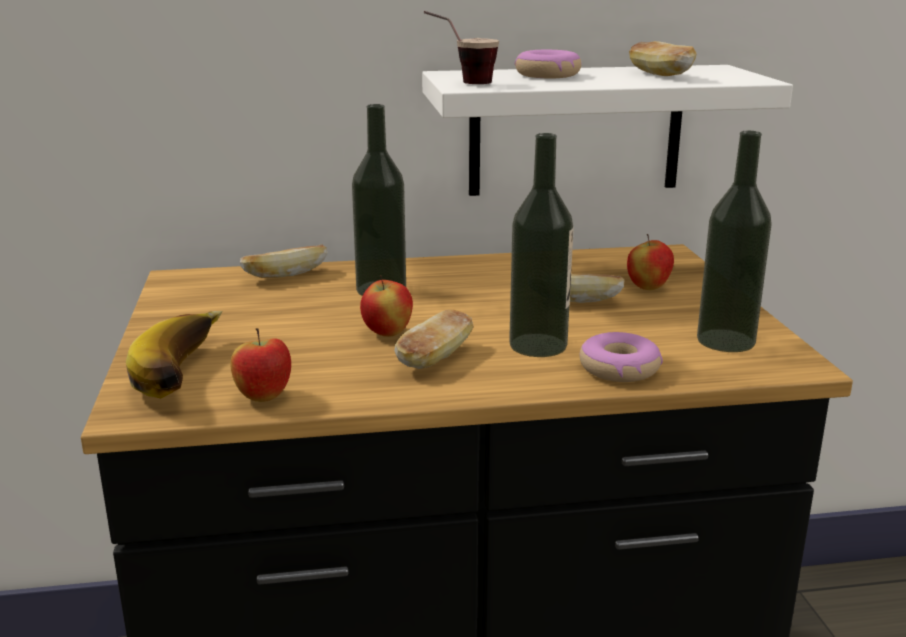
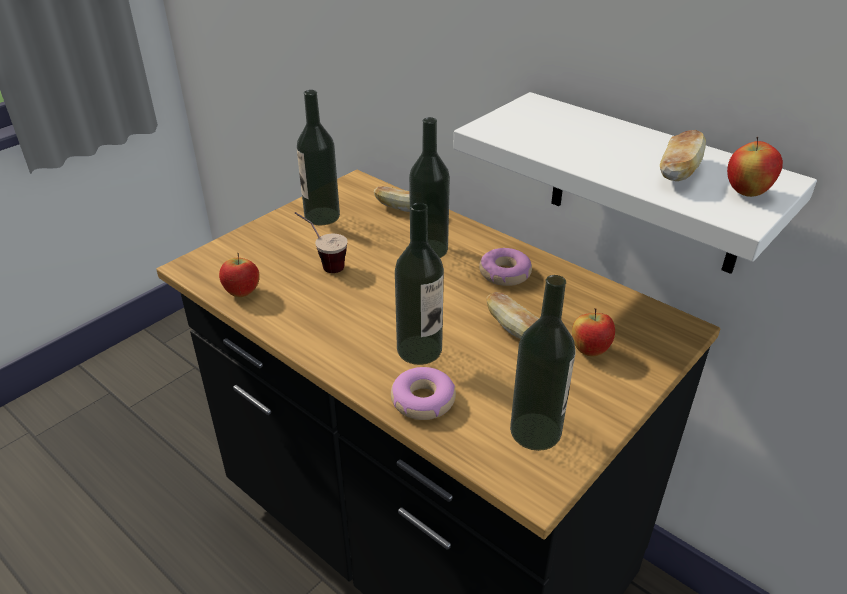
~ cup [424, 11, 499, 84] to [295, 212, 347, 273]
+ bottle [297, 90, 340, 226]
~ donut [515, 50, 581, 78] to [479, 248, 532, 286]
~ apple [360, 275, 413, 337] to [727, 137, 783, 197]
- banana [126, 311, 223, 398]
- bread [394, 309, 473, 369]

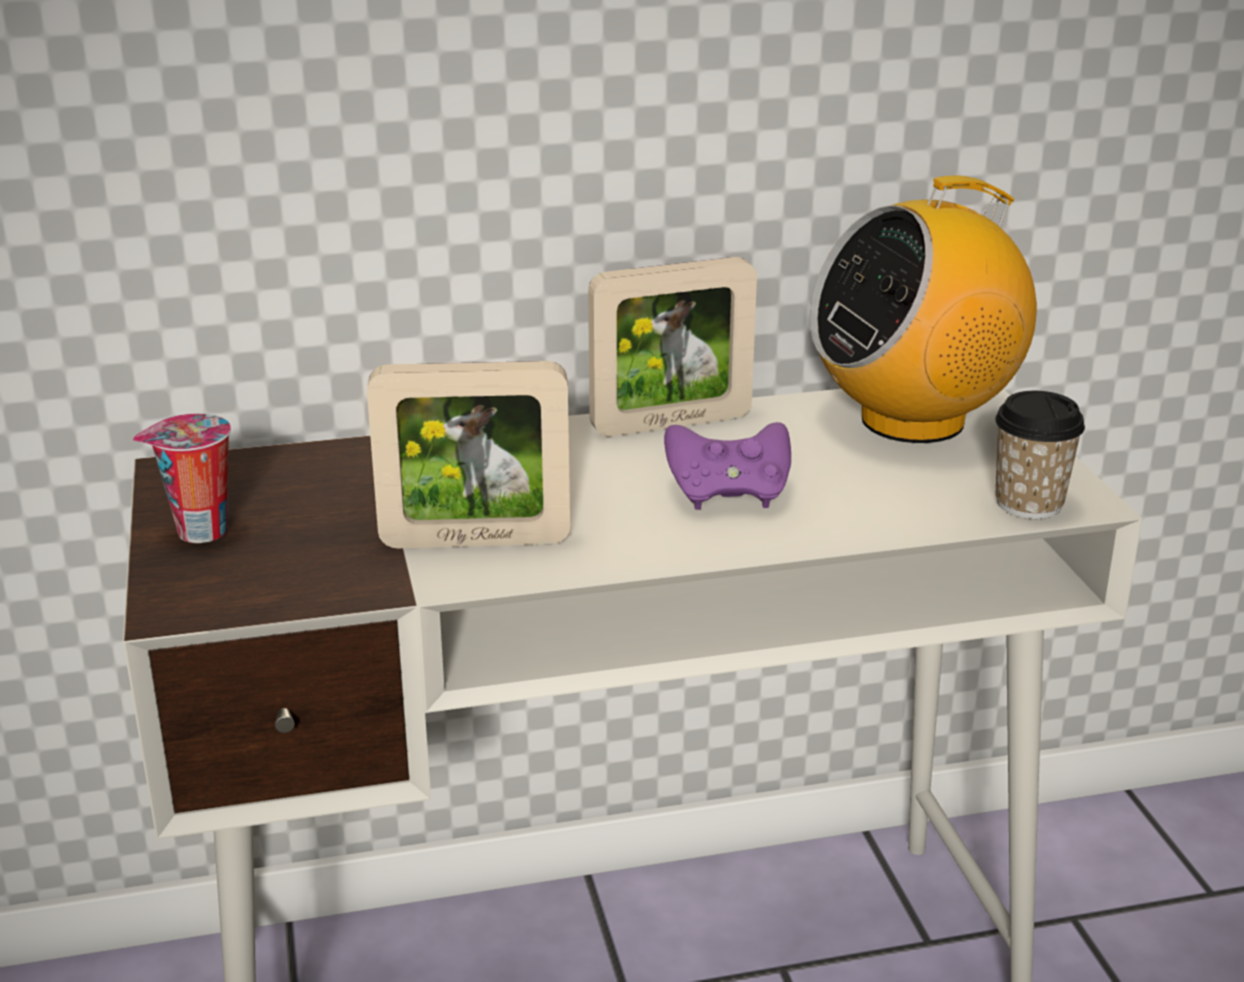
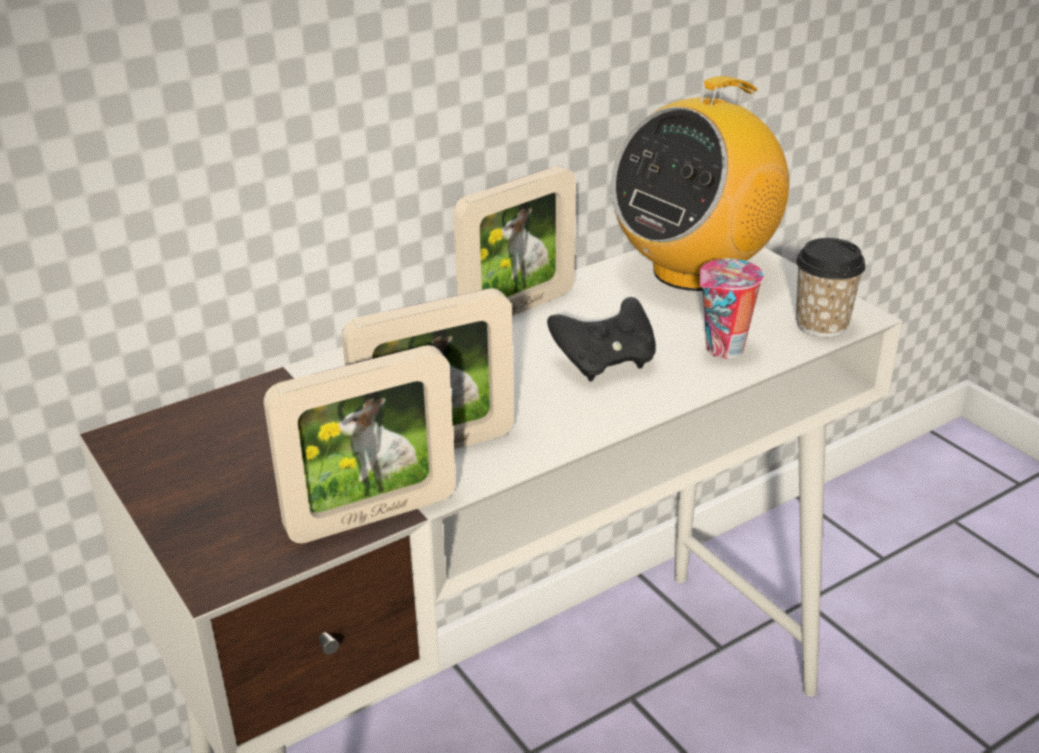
+ picture frame [264, 345, 456, 543]
~ purple game controller [664, 422, 791, 510] to black game controller [547, 297, 656, 382]
~ cup [133, 414, 231, 543] to [700, 259, 764, 359]

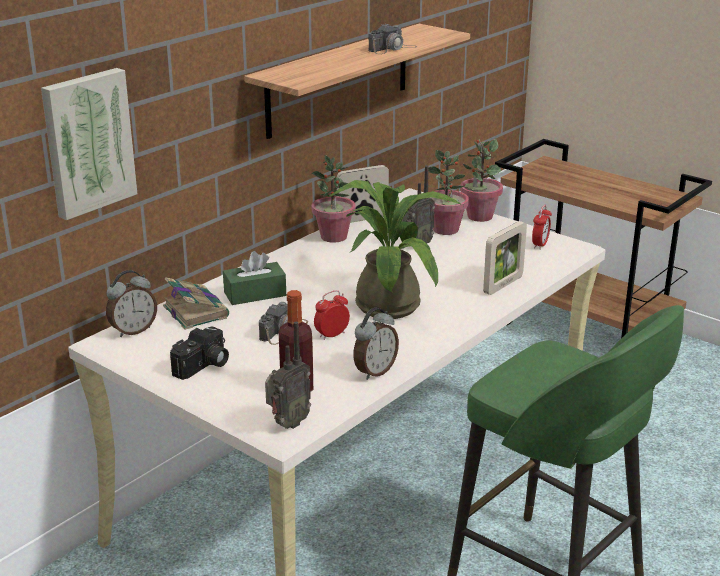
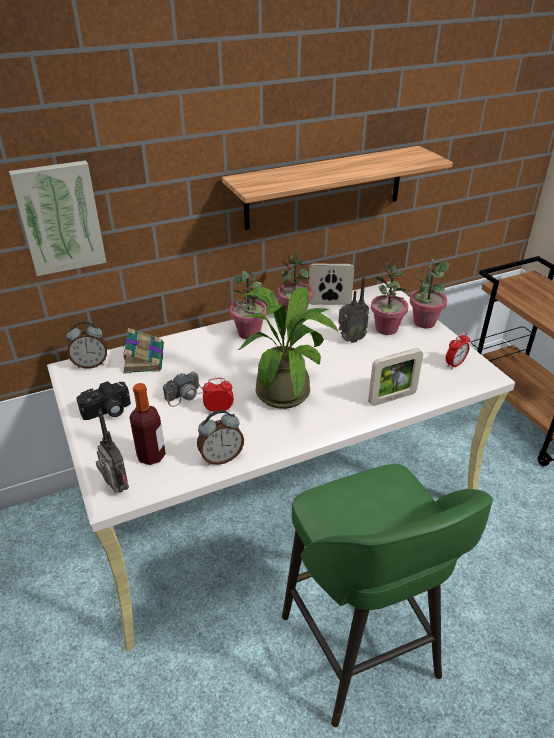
~ radio [265, 322, 311, 429] = [96, 411, 129, 493] 105 degrees counterclockwise
+ potted plant [230, 270, 267, 339]
- green tissue box [223, 251, 286, 305]
- photo camera [368, 24, 417, 54]

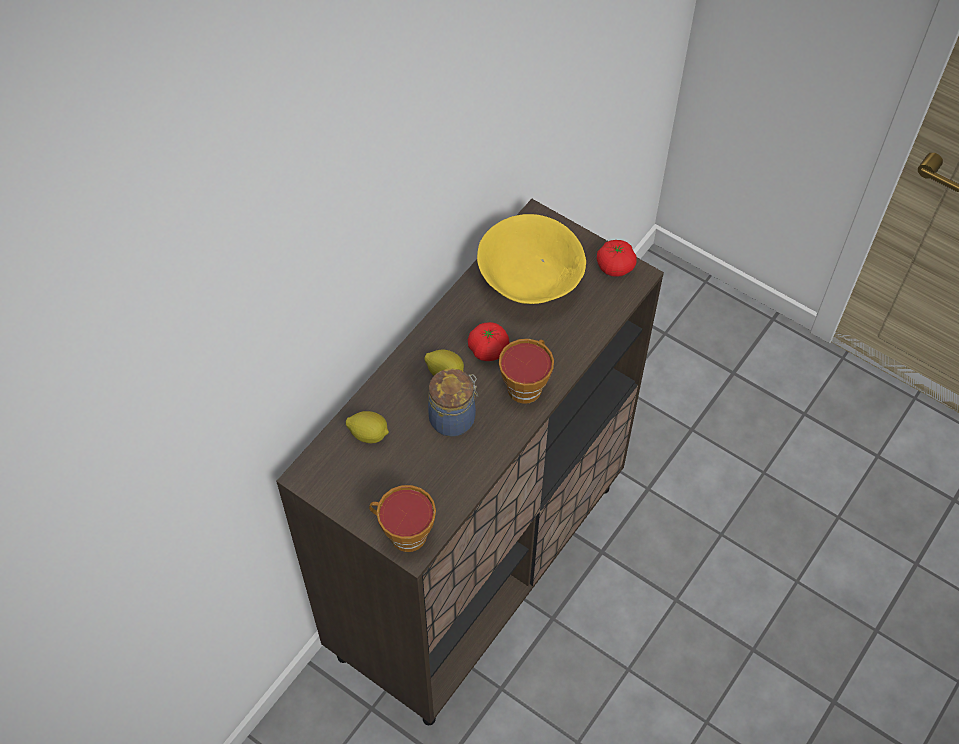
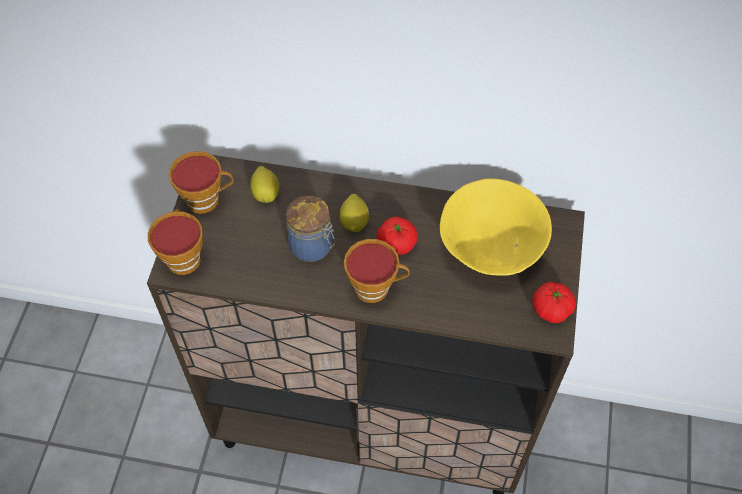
+ cup [169, 151, 234, 214]

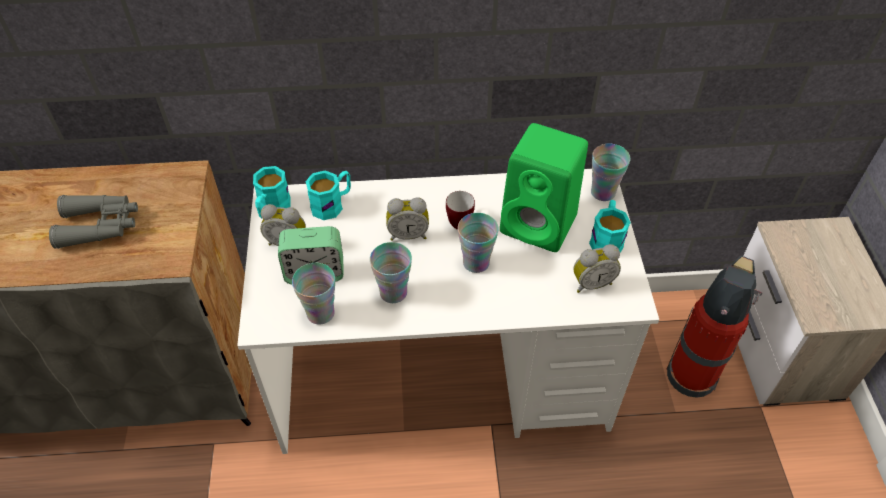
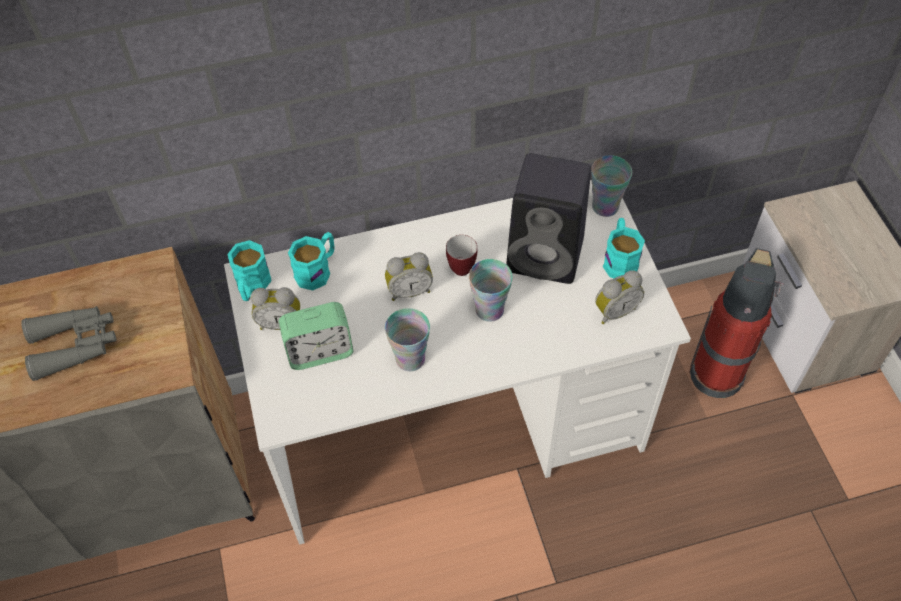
~ green speaker [500, 123, 588, 252] to black speaker [506, 153, 591, 284]
- cup [292, 263, 335, 324]

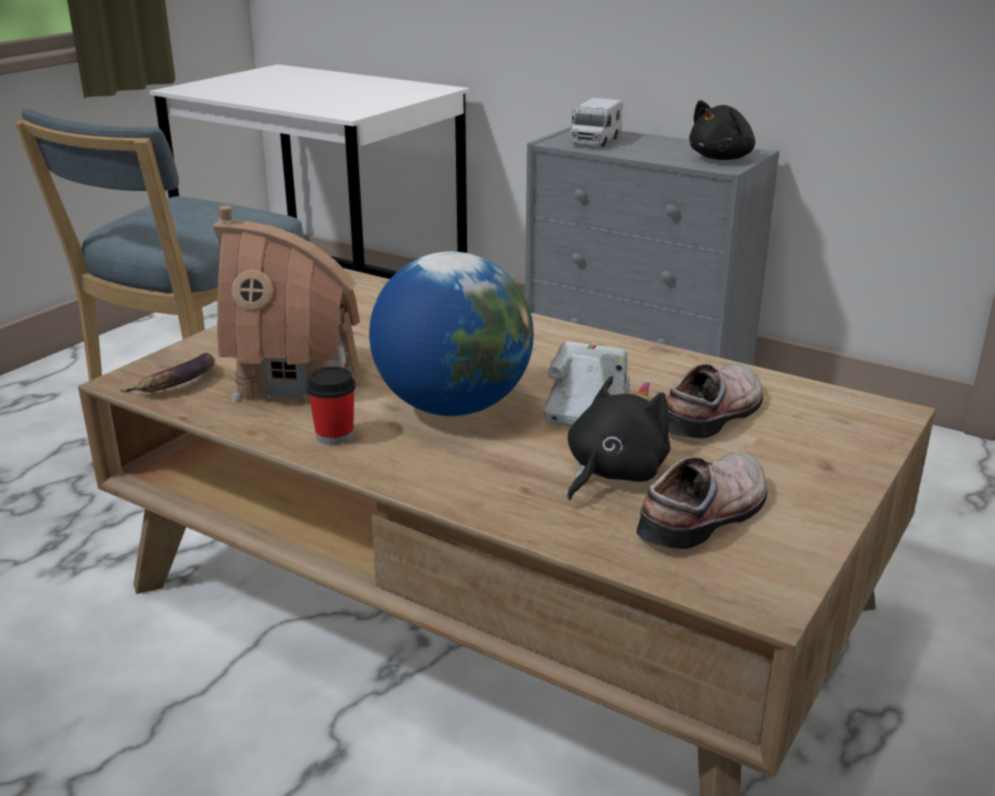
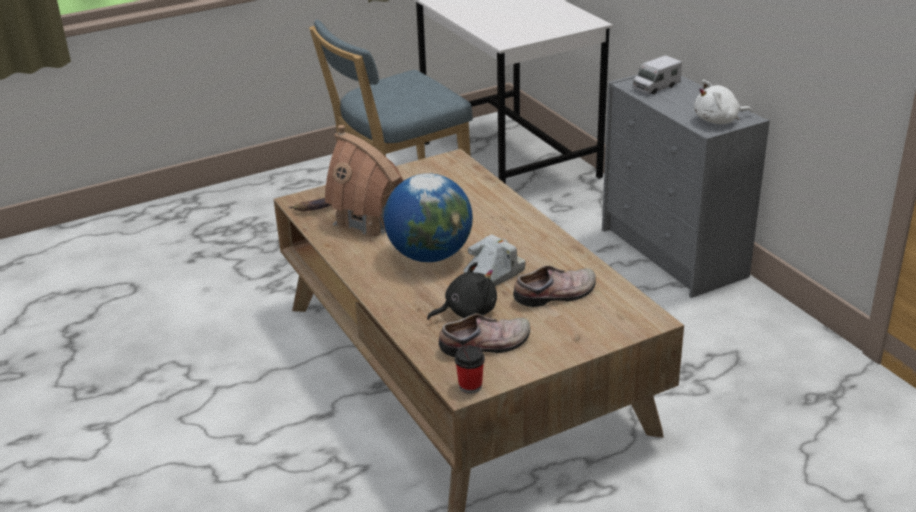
~ cup [306, 367, 356, 445] to [455, 345, 485, 394]
~ black plush toy [689, 100, 755, 160] to white plush toy [694, 80, 753, 124]

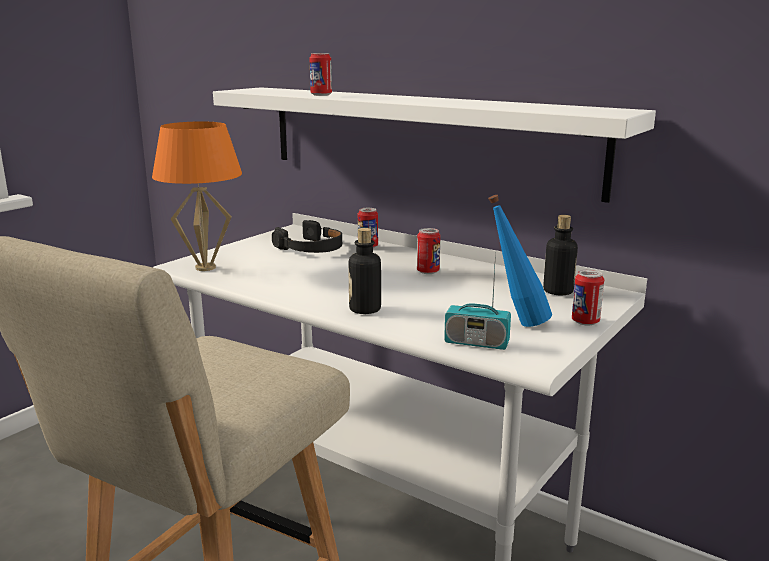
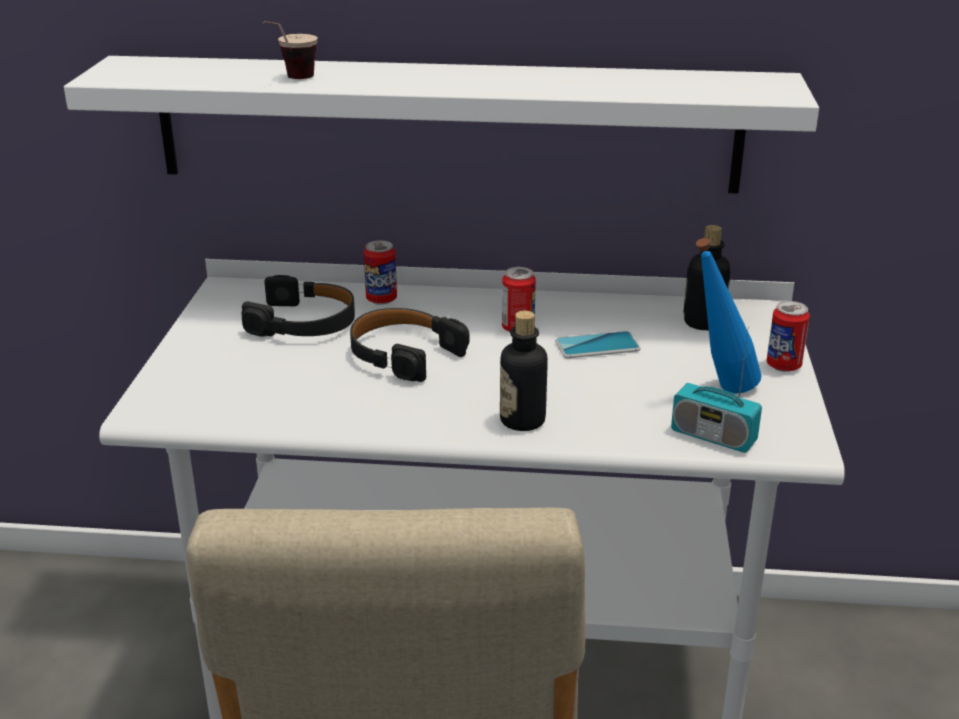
~ can [309, 53, 332, 96] to cup [263, 21, 318, 79]
+ black headphones [350, 308, 470, 382]
+ phone [555, 331, 641, 358]
~ radio [444, 252, 511, 350] = [671, 331, 762, 453] 45 degrees clockwise
- orange table lamp [152, 121, 242, 271]

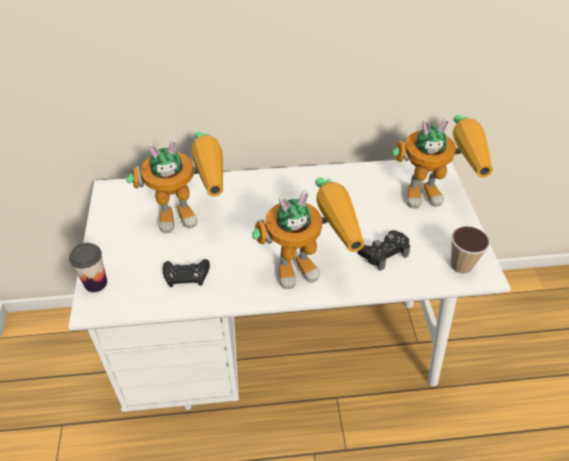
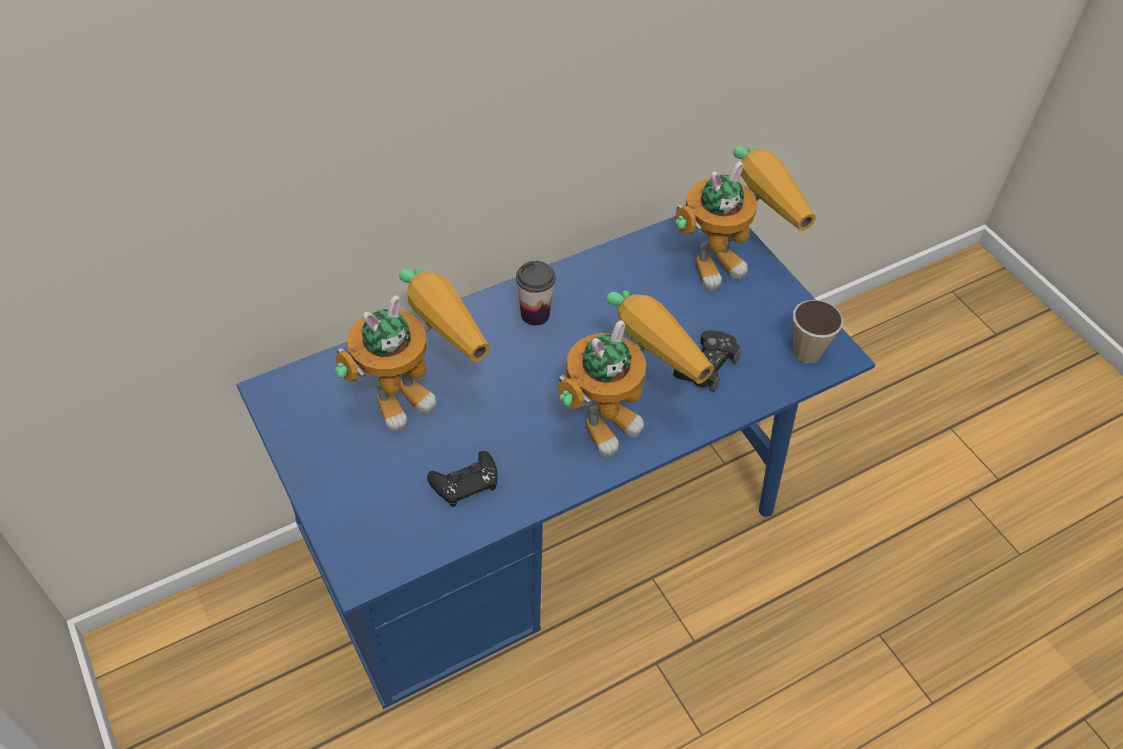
~ white desk [68, 159, 511, 412] to blue desk [237, 216, 875, 709]
~ cup [69, 243, 107, 292] to [516, 261, 556, 326]

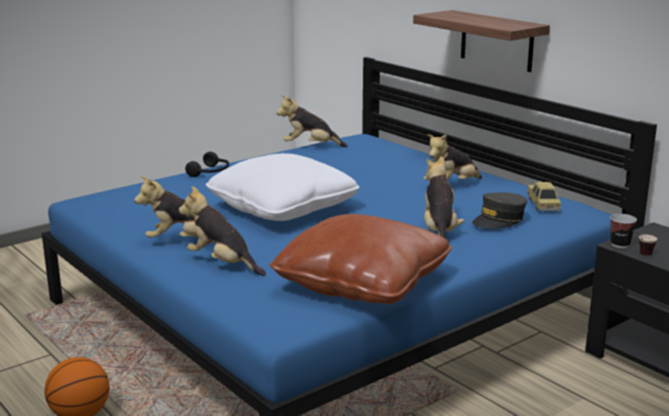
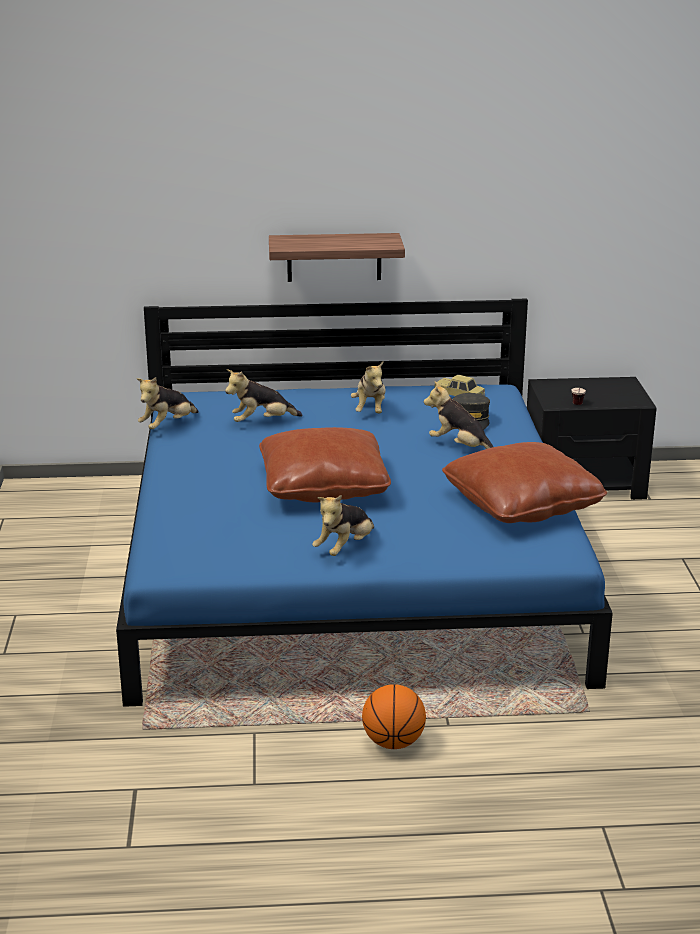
~ plush toy [179, 186, 266, 276] to [225, 369, 303, 422]
~ white pillow [206, 153, 360, 221] to brown pillow [259, 427, 391, 502]
- black headphones [185, 152, 229, 177]
- cup [610, 214, 637, 248]

